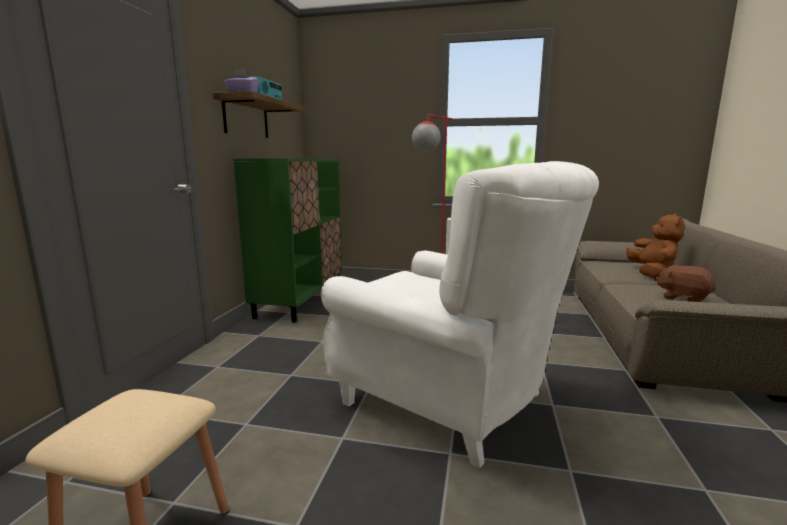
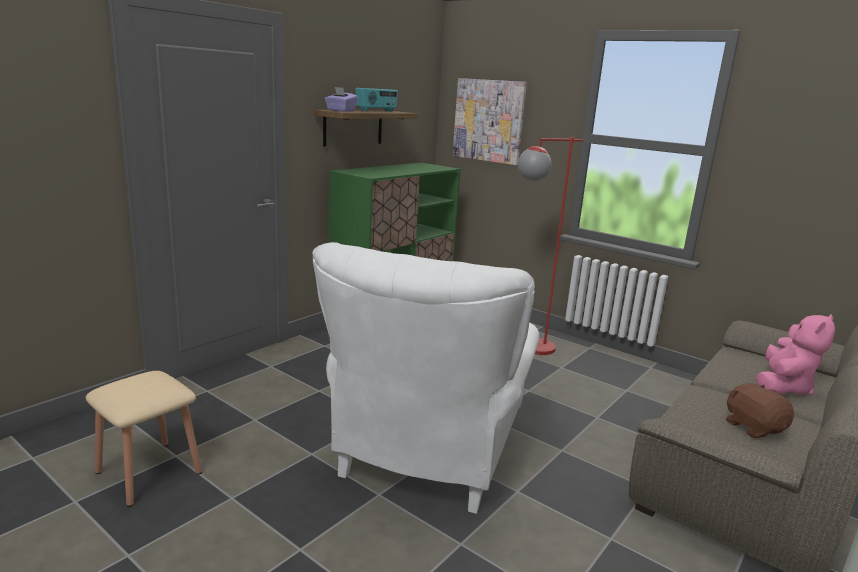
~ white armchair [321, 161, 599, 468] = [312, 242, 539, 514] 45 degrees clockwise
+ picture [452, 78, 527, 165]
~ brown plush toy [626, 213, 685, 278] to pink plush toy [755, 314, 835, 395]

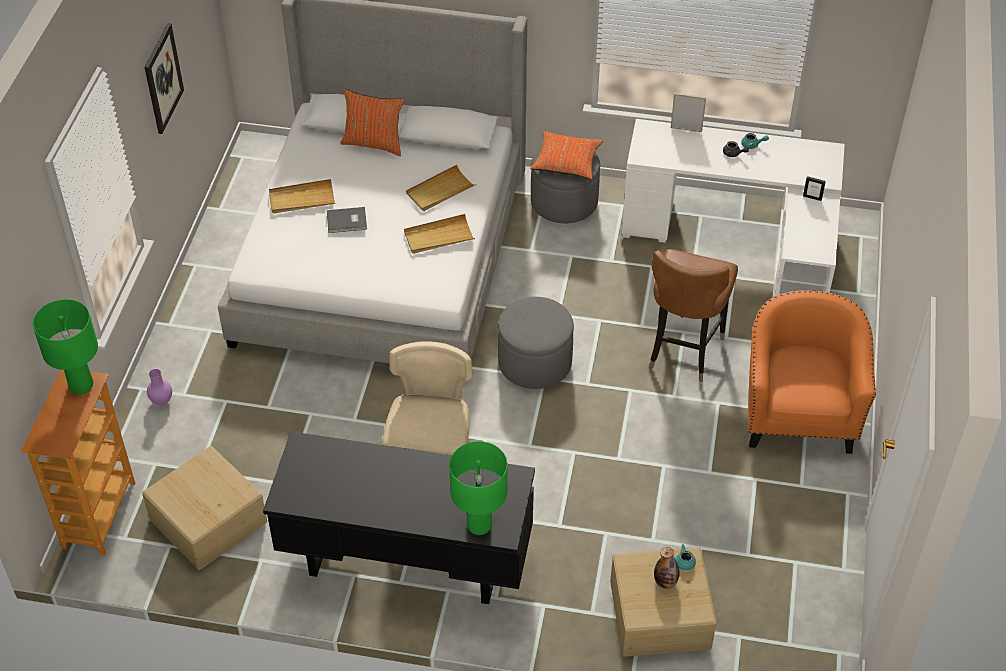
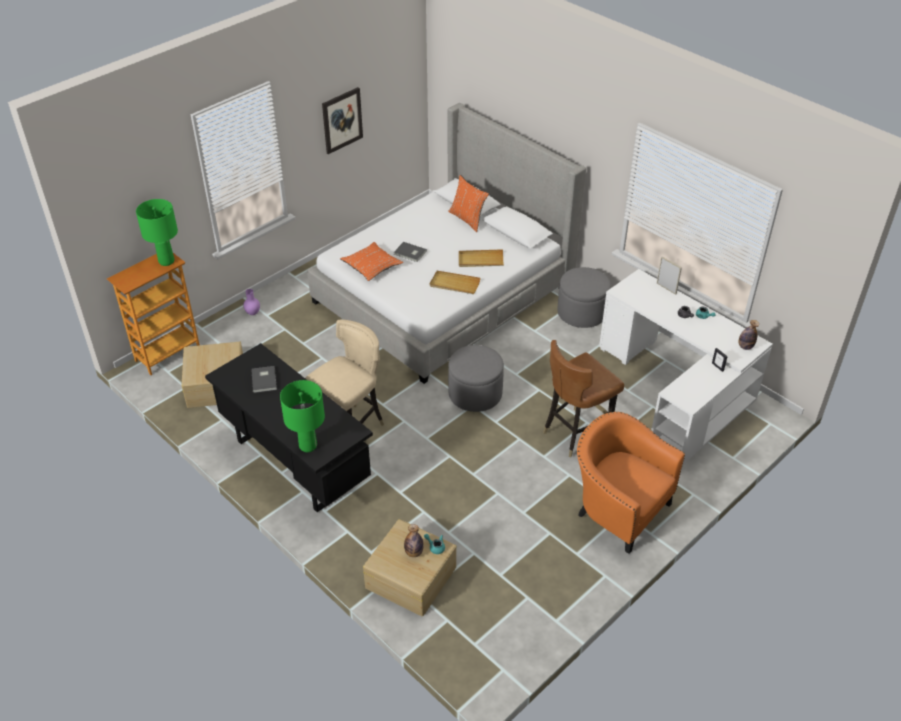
+ grey book [252, 366, 277, 393]
~ orange pillow [530, 131, 603, 179] to [340, 242, 403, 281]
~ orange armchair [748, 290, 876, 454] = [577, 412, 685, 554] 90 degrees counterclockwise
+ bottle [739, 320, 759, 350]
- beige tray [269, 179, 335, 214]

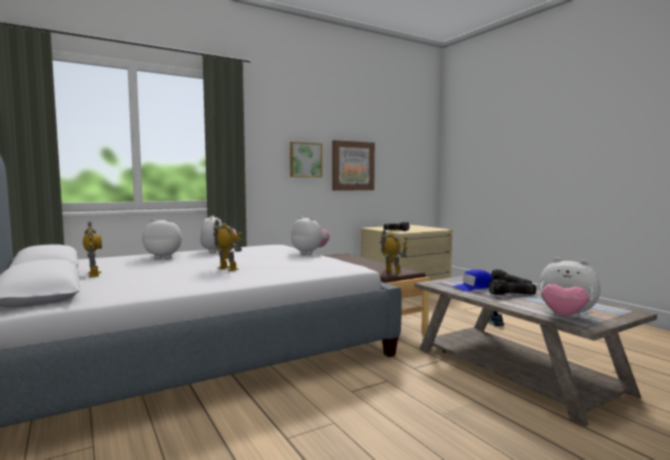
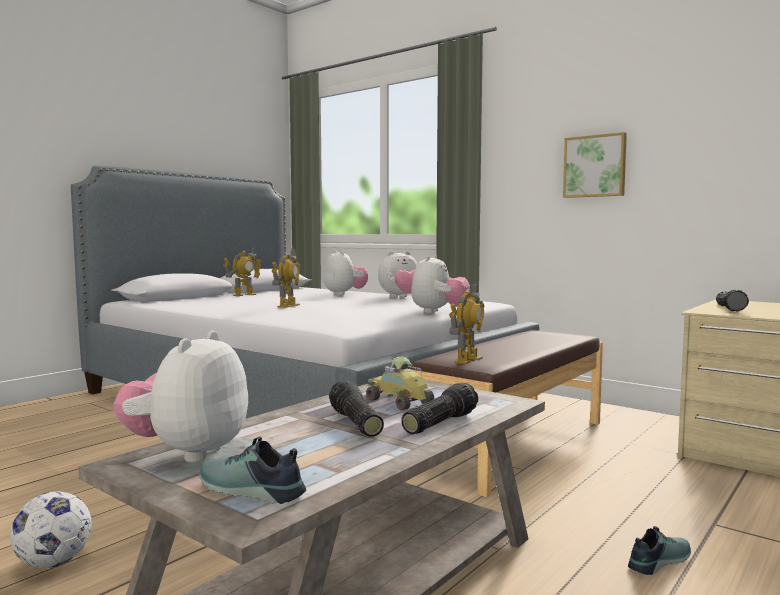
+ football [10, 491, 91, 568]
+ shoe [199, 436, 306, 504]
~ blue cap [453, 270, 493, 291] to toy car [366, 357, 434, 410]
- picture [332, 140, 375, 191]

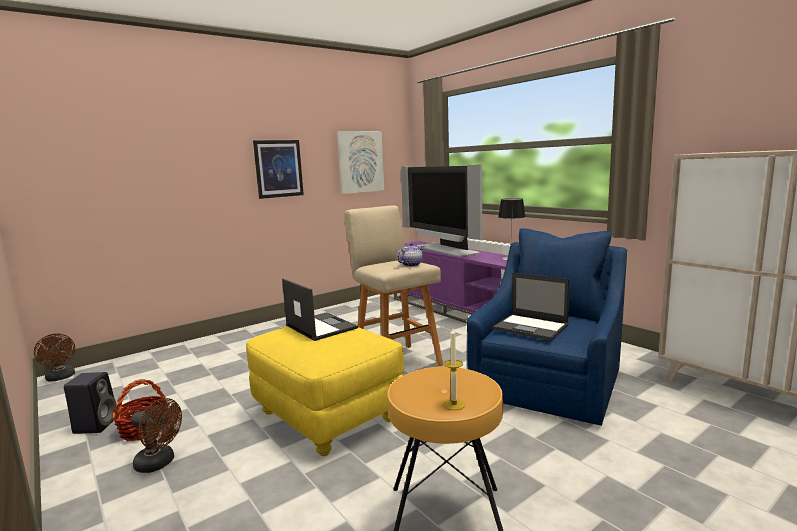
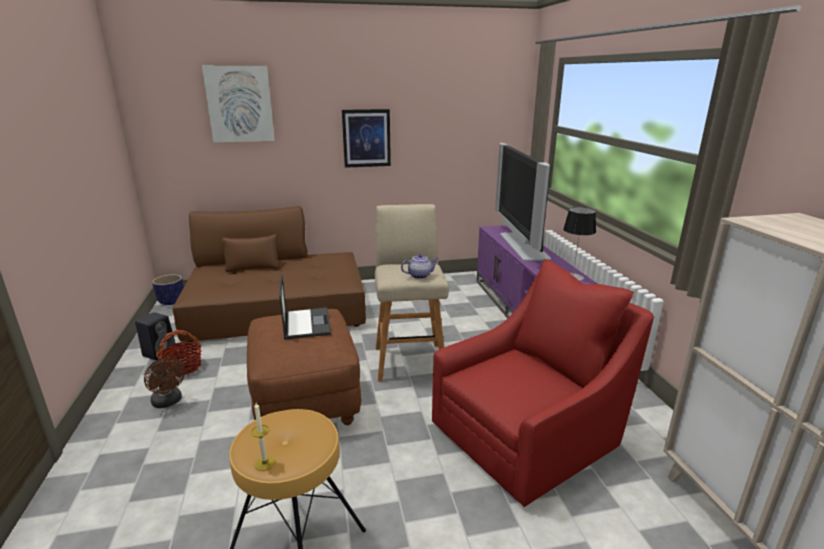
~ brown fan [34, 334, 75, 382] to planter [152, 274, 184, 305]
+ brown sofa [173, 206, 366, 342]
~ picture [337, 131, 384, 194] to [202, 66, 275, 142]
~ yellow ottoman [246, 326, 404, 456] to brown ottoman [247, 309, 361, 425]
~ blue armchair [467, 228, 627, 426] to red armchair [432, 259, 655, 507]
- laptop [493, 273, 570, 340]

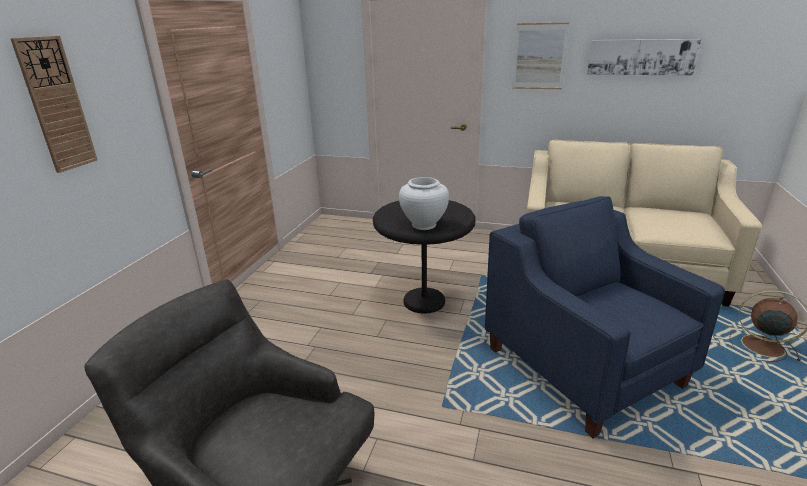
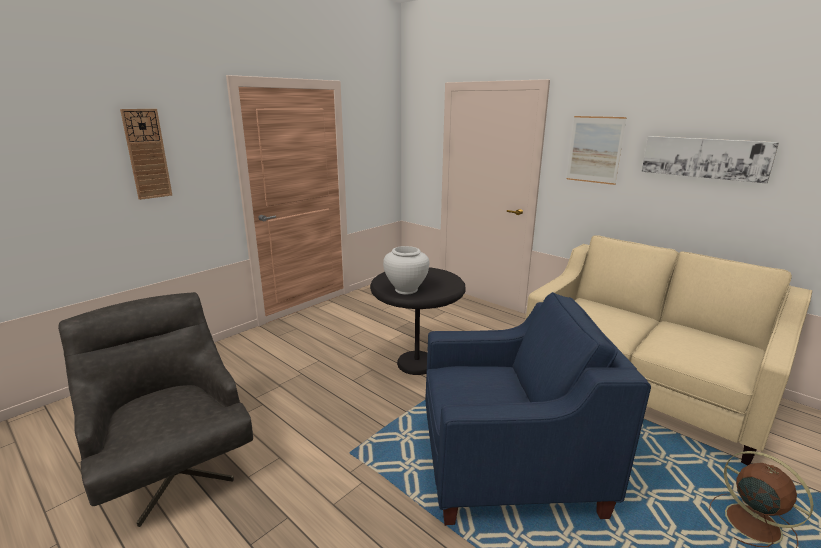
~ blue armchair [485, 196, 725, 438] = [425, 292, 651, 526] 90 degrees clockwise

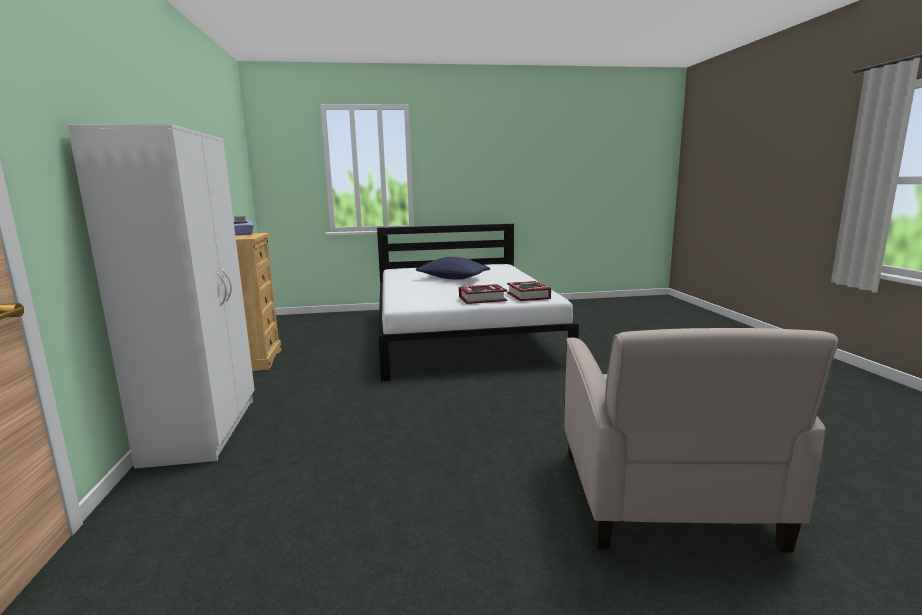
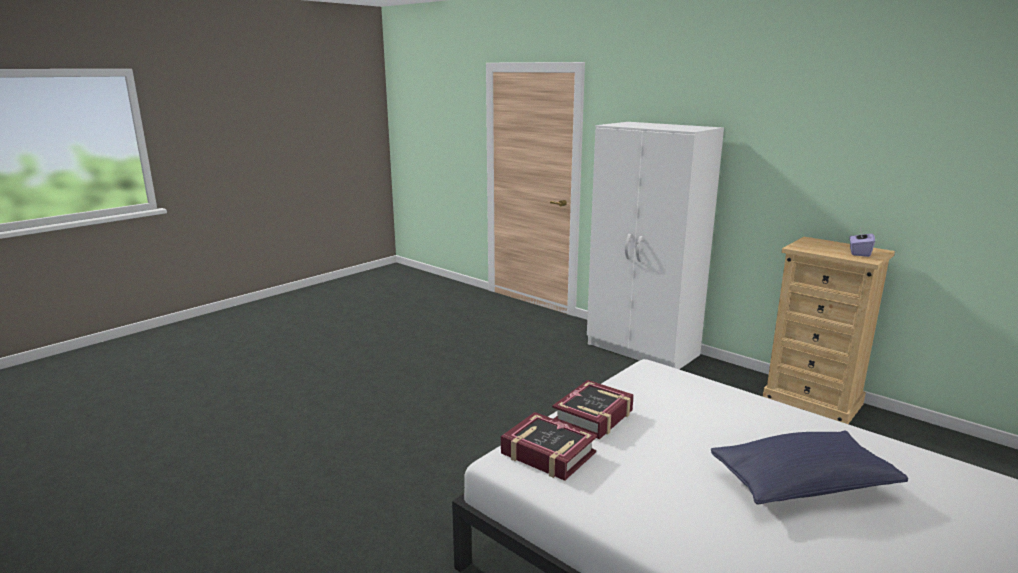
- beige armchair [564, 328, 838, 553]

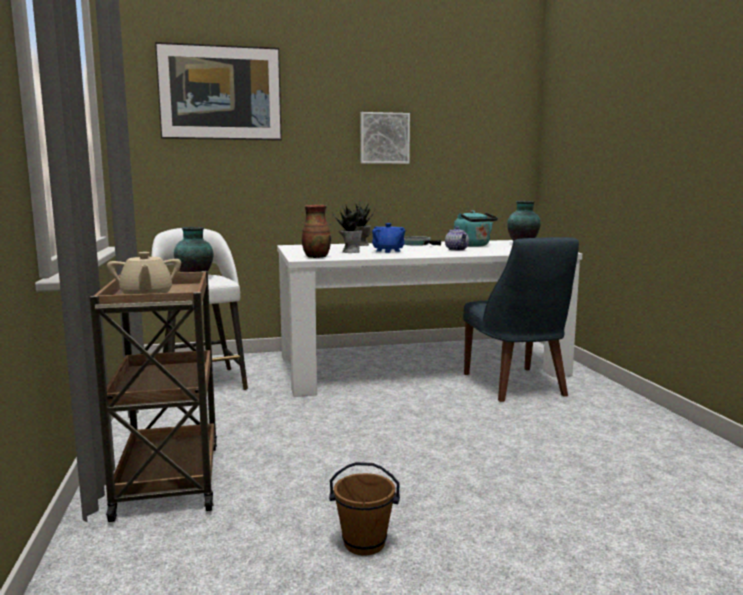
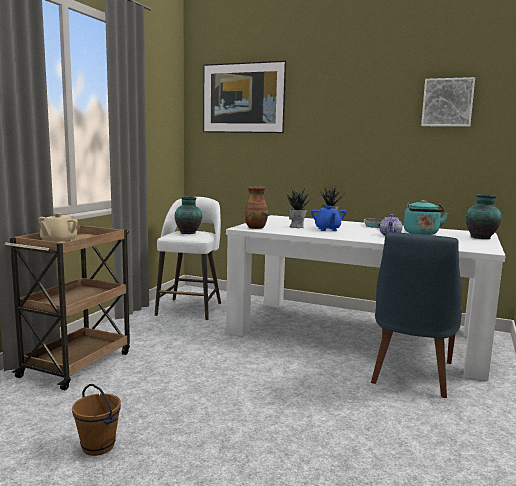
~ picture [360, 112, 410, 164] to [421, 77, 475, 127]

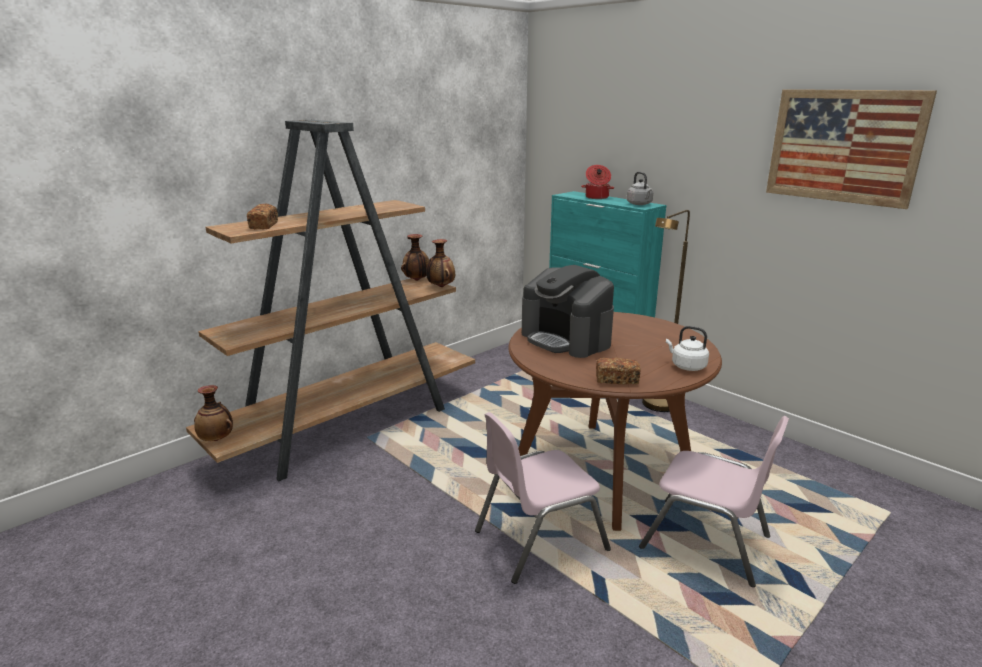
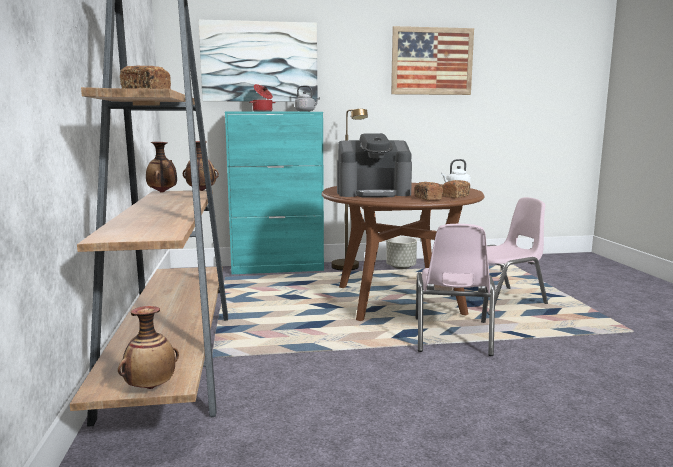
+ picture [199, 19, 317, 102]
+ grey planter [386, 237, 417, 269]
+ bread [414, 182, 443, 200]

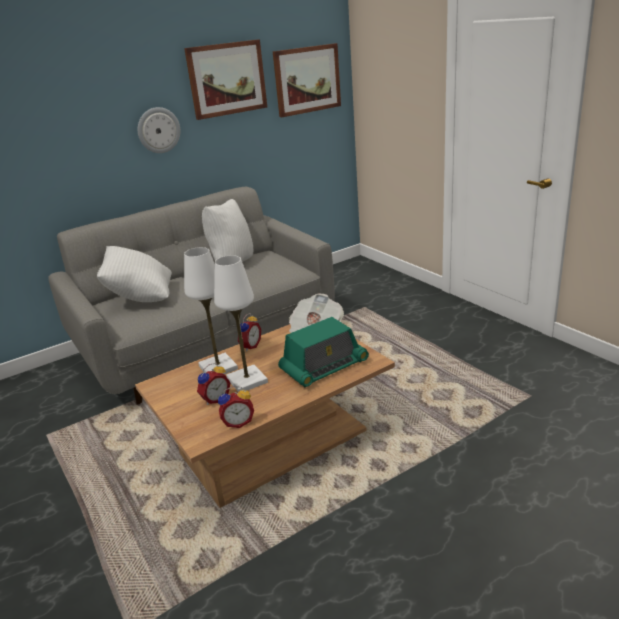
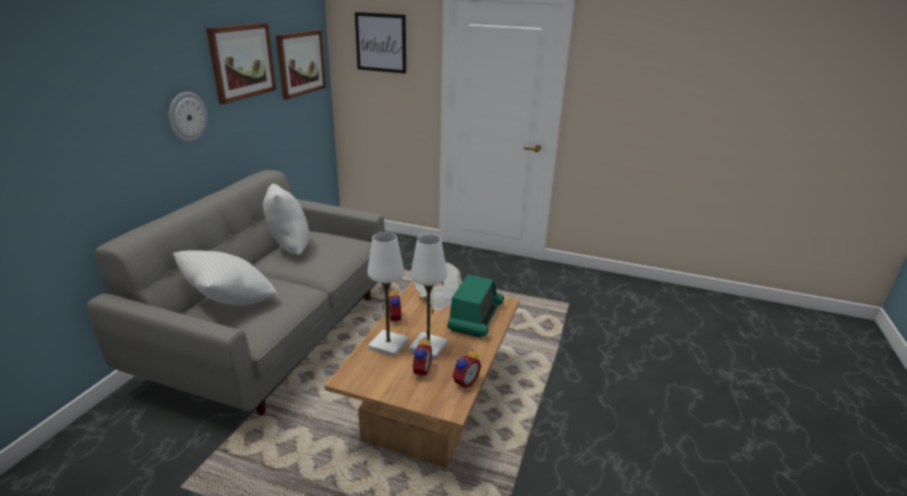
+ picture [355, 12, 406, 74]

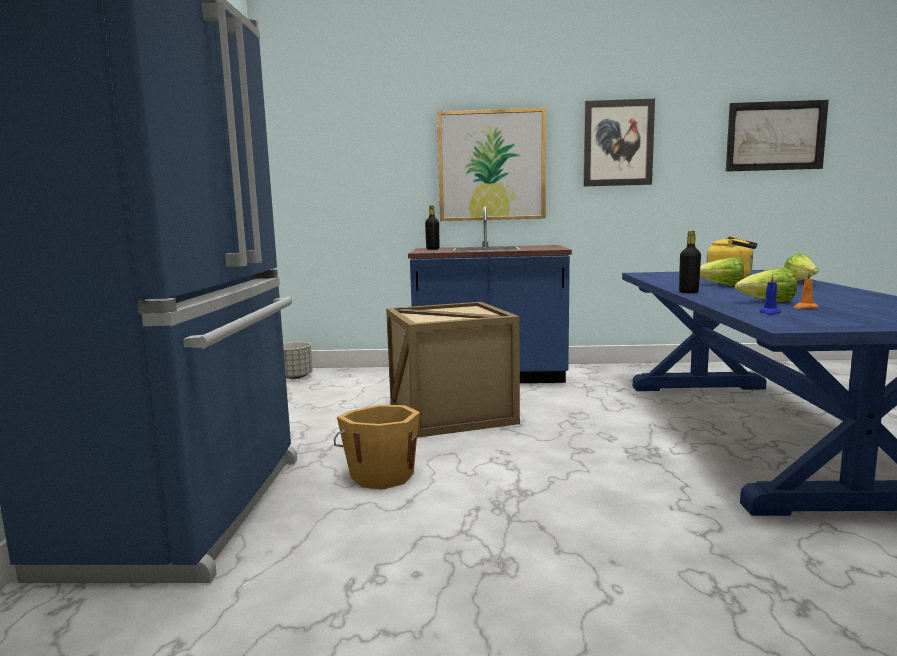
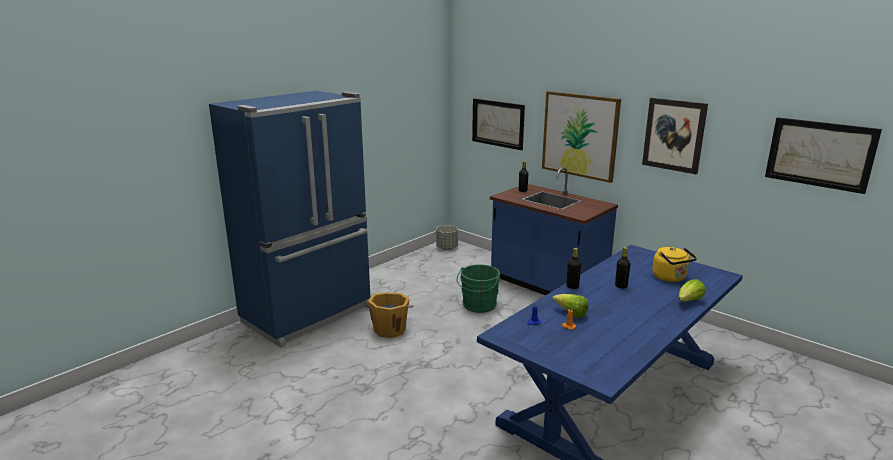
~ crate [386, 302, 520, 438] to green bucket [456, 264, 500, 313]
+ picture [472, 98, 525, 150]
~ lettuce [700, 257, 744, 286] to black bottle [615, 247, 631, 289]

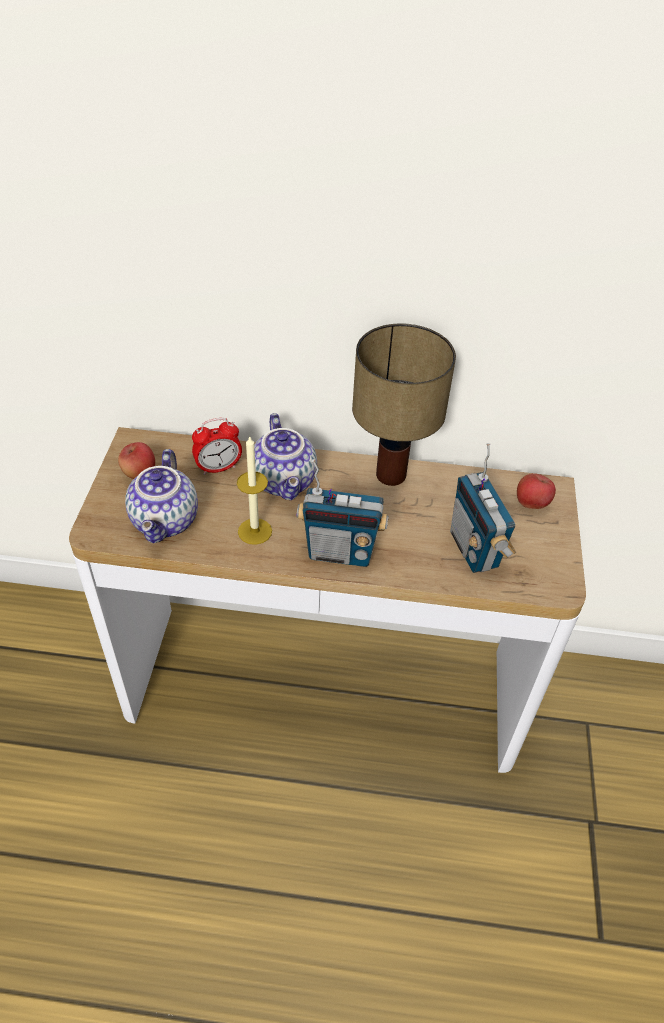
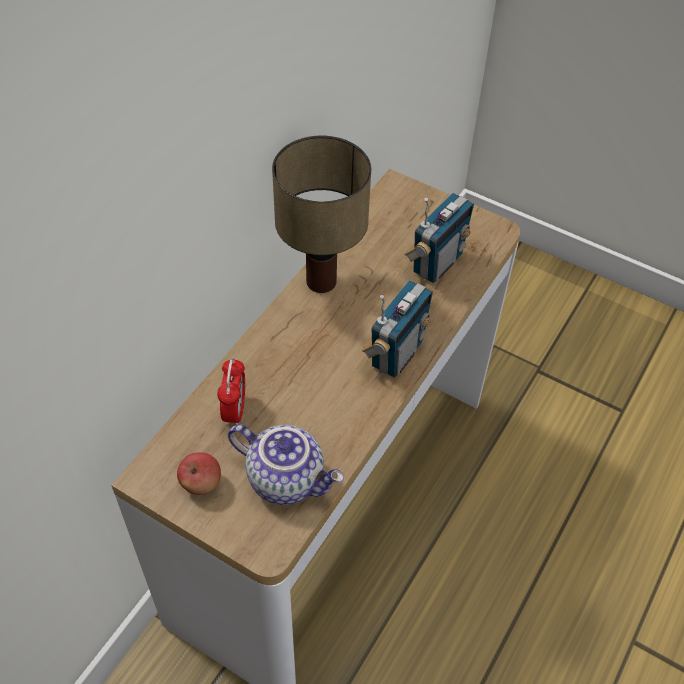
~ radio [450, 443, 516, 573] = [405, 193, 474, 283] 60 degrees counterclockwise
- candle [237, 435, 272, 545]
- teapot [254, 413, 317, 500]
- apple [517, 473, 556, 509]

